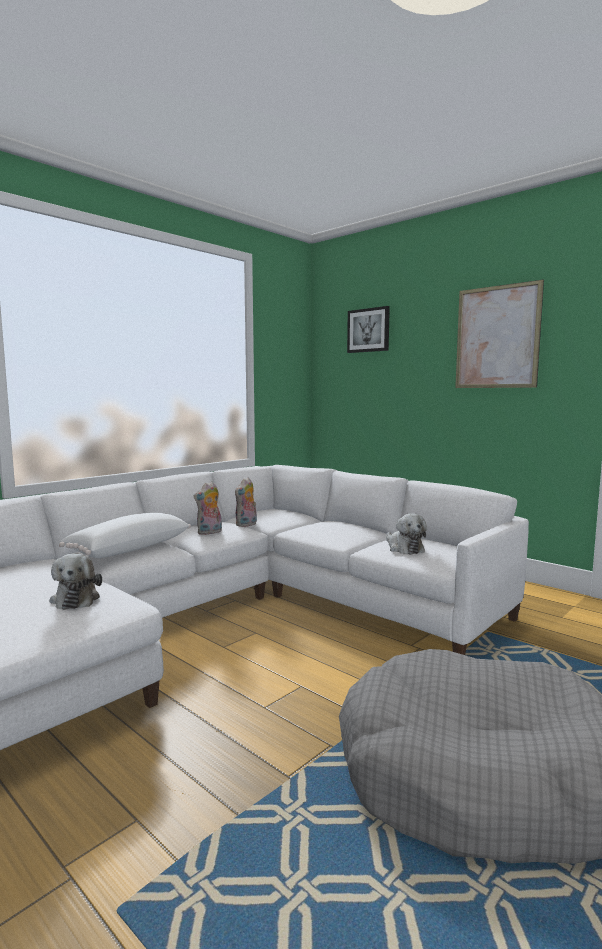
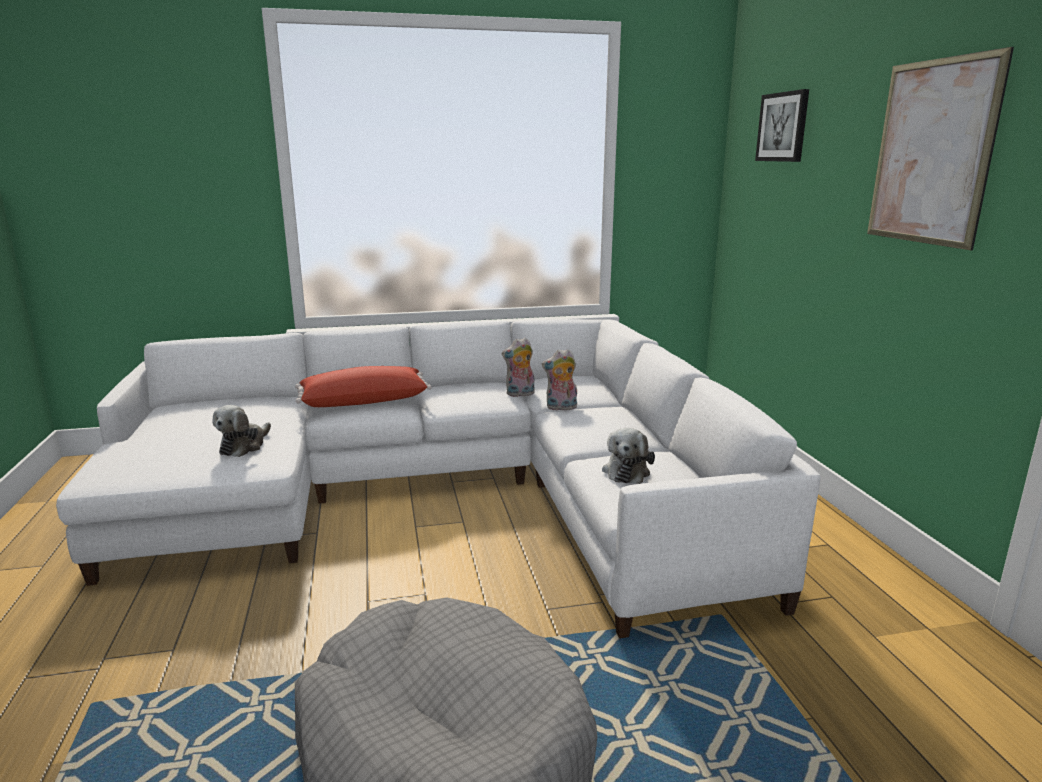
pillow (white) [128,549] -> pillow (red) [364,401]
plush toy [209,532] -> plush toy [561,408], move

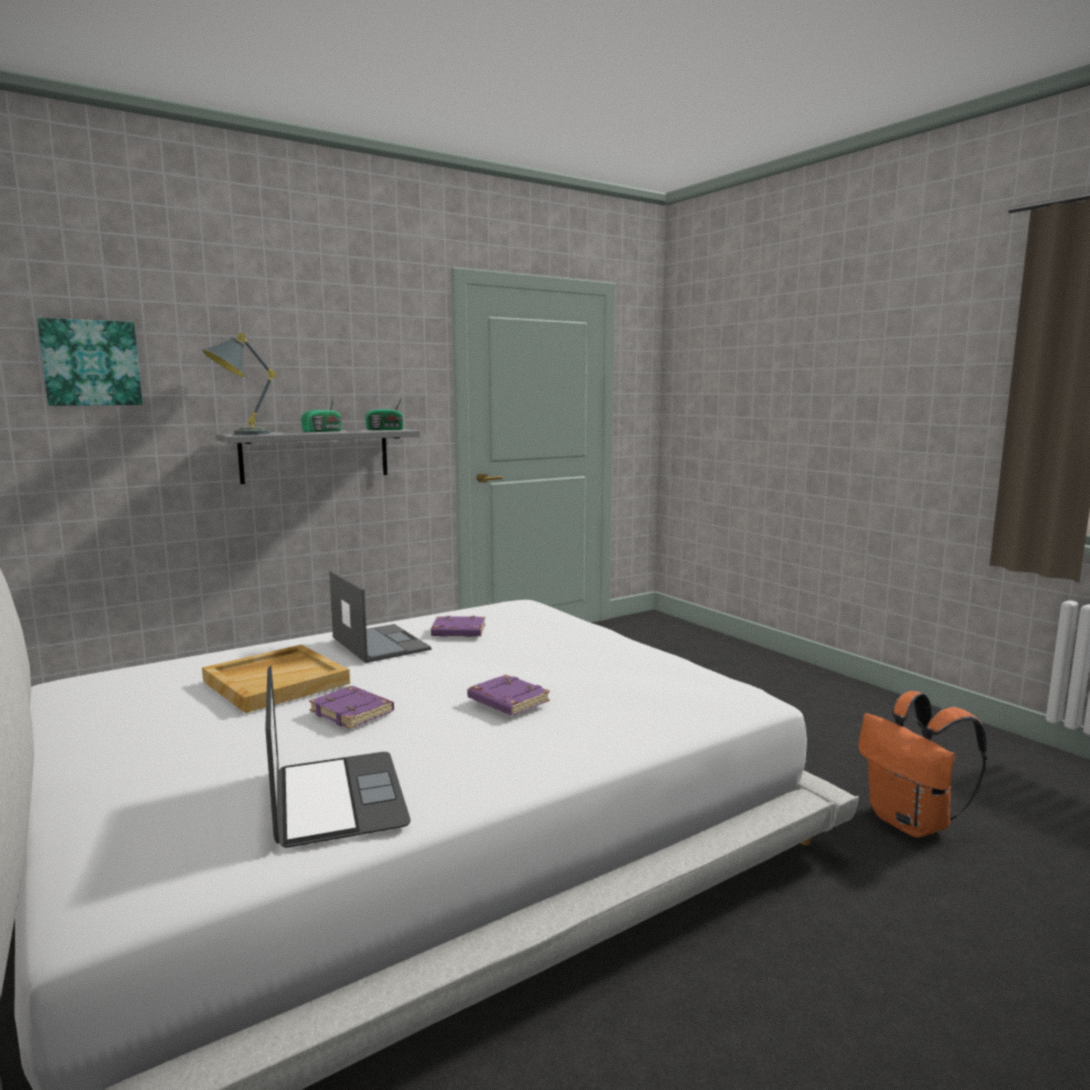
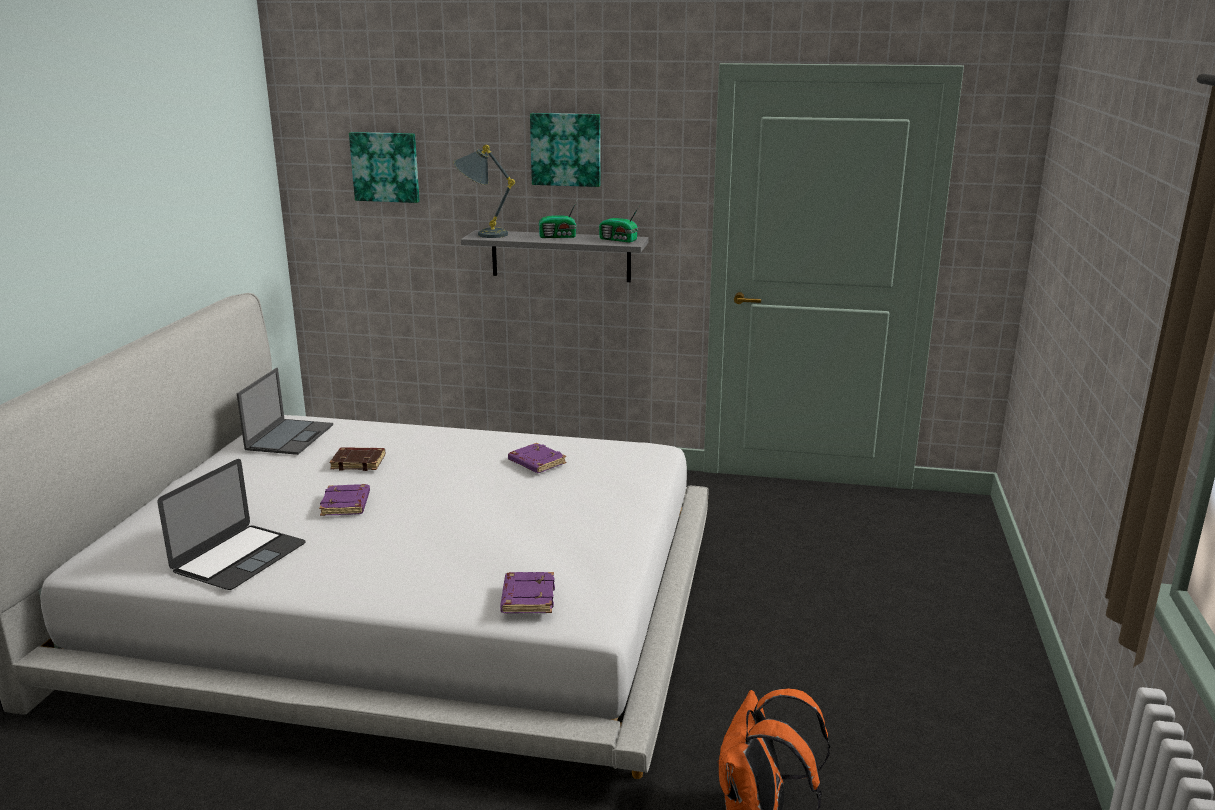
laptop [379,643] -> laptop [290,437], move
tray (beige) [277,682] -> book (brown) [359,462]
book (purple) [507,701] -> book (purple) [527,597], move
none -> picture [566,149]

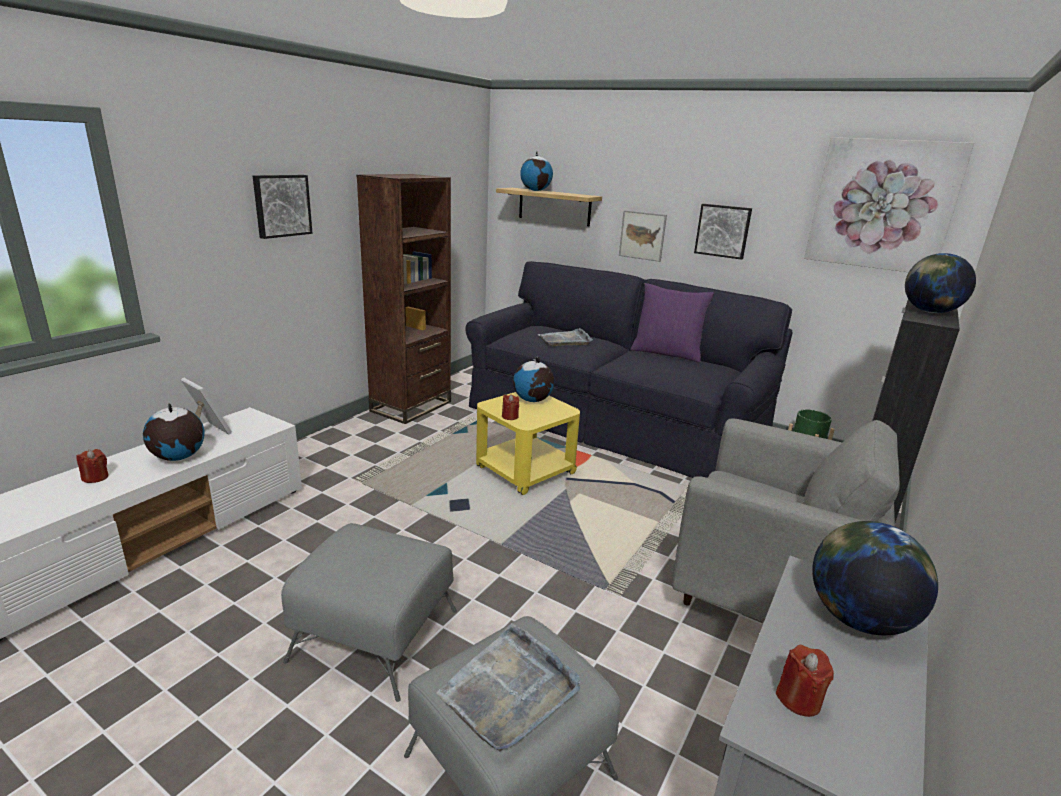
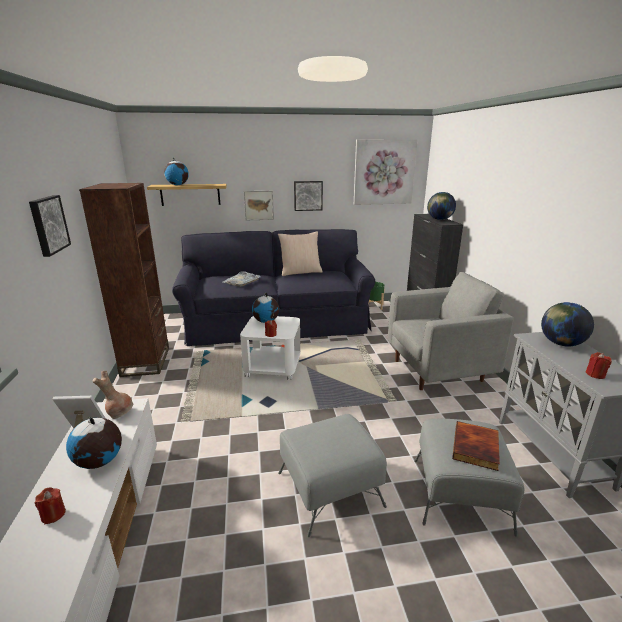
none -> vase (brown) [120,413]
side table (yellow) [524,470] -> side table (white) [273,367]
pillow (purple) [667,353] -> pillow (beige) [300,272]
tray (grey) [509,690] -> book [476,448]

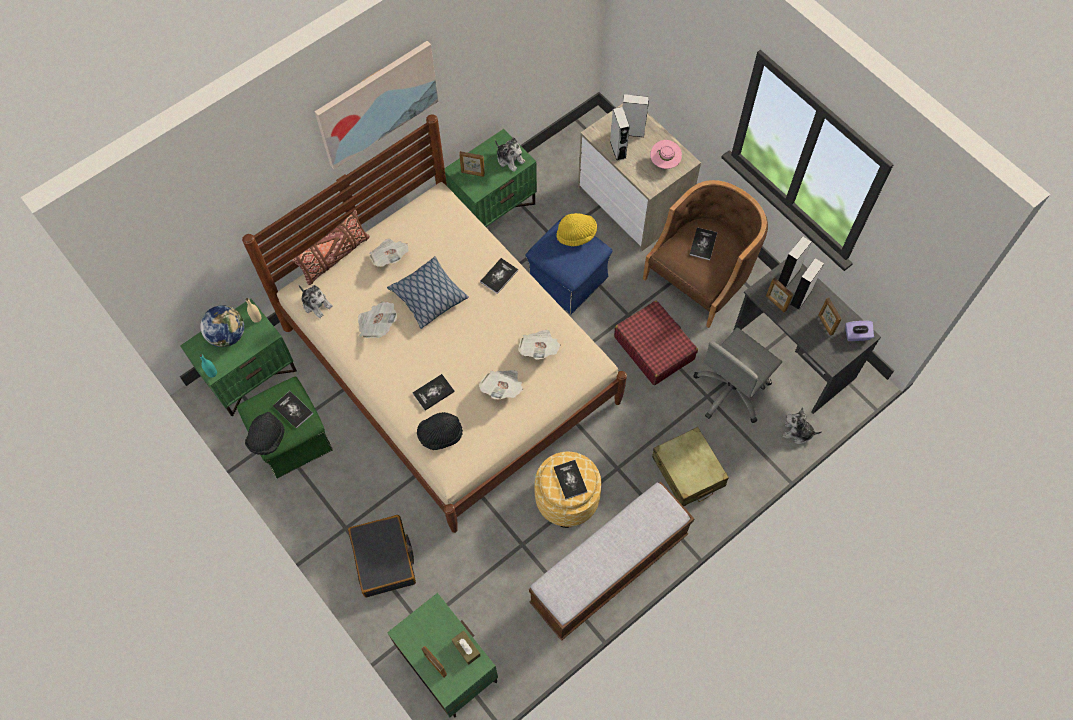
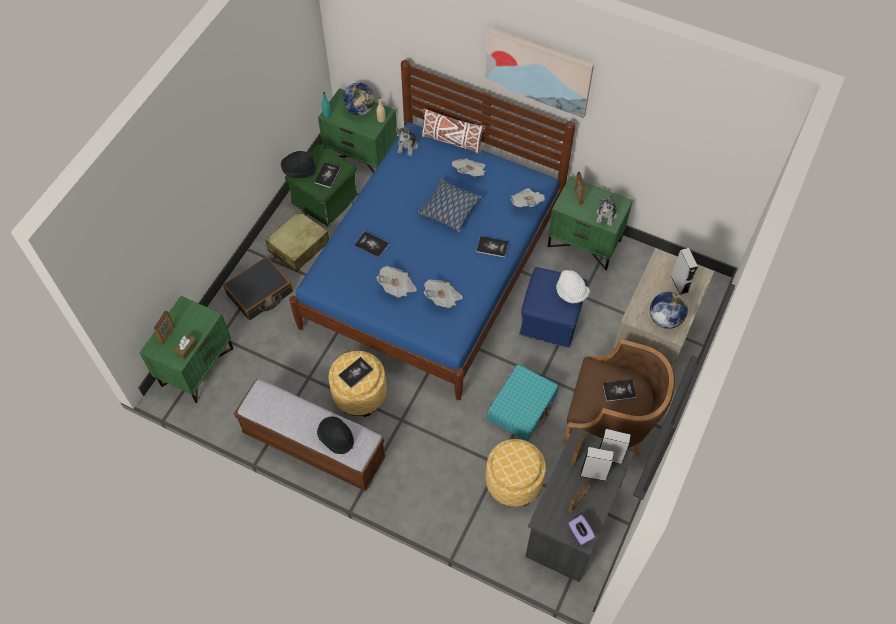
suitcase (beige) [688,471] -> suitcase (beige) [298,247], move
bed (beige) [450,364] -> bed (blue) [432,270]
hat (black) [440,435] -> hat (black) [336,438], move
pillow (brown) [335,257] -> pillow (white) [452,141]
office chair (grey) [732,390] -> ottoman [513,482]
suitcase (red) [654,347] -> suitcase (turquoise) [522,407]
newspaper [377,325] -> newspaper [526,203], move
hat (yellow) [576,234] -> hat (white) [571,293]
hat (pink) [664,162] -> globe [665,319]
speaker (grey) [617,149] -> none
plush toy [797,432] -> none

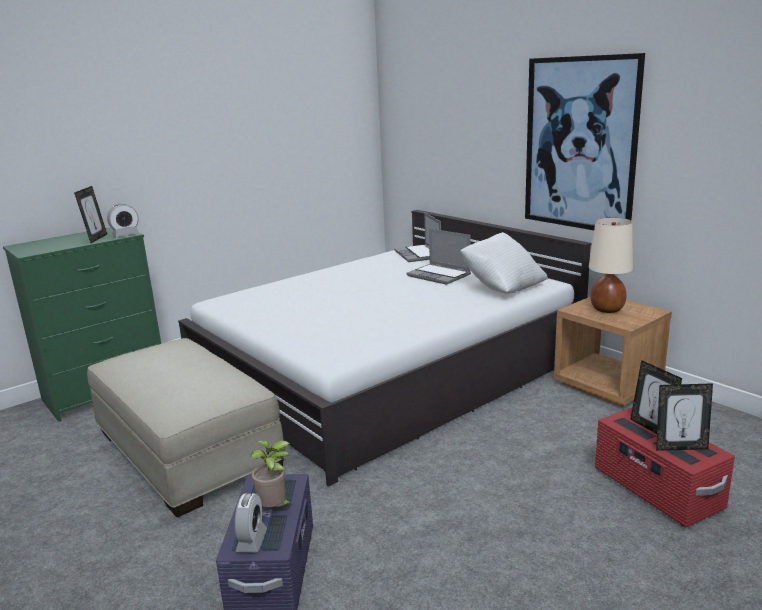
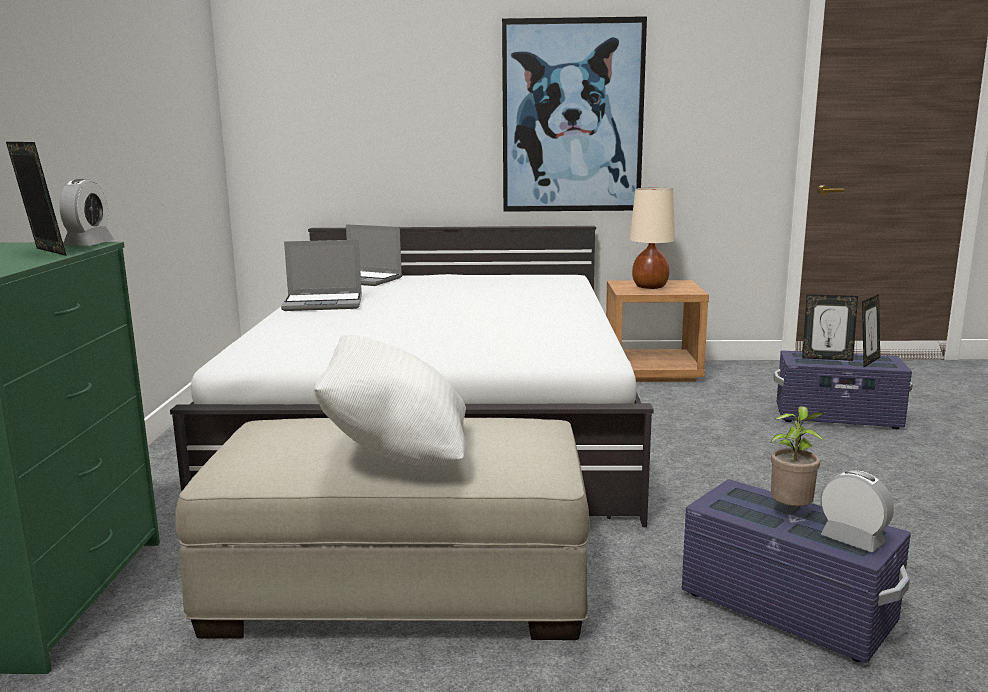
laptop [440,275] -> laptop [324,304], move
pillow (white) [502,287] -> pillow (white) [397,454], move
storage box (red) [656,489] -> storage box (purple) [837,417]

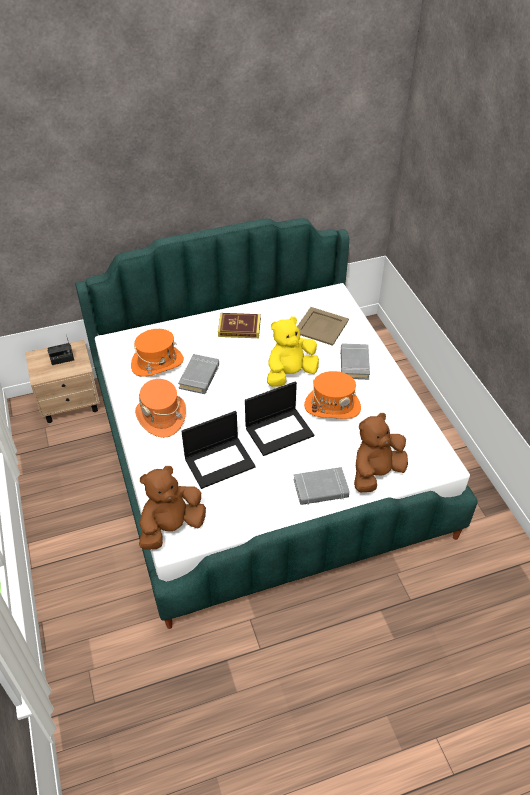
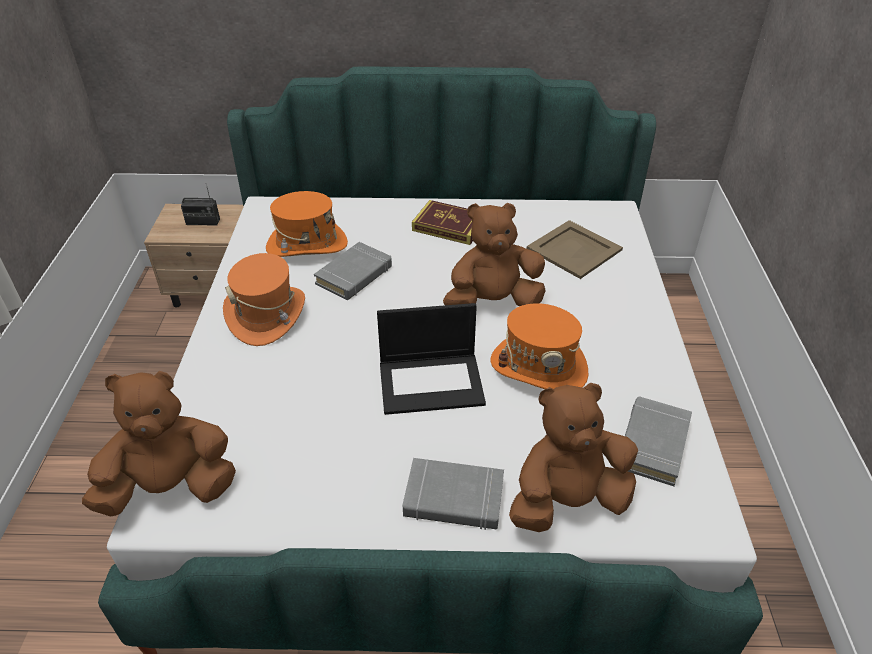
plush toy (yellow) [290,374] -> plush toy (brown) [493,303]
book (grey) [354,364] -> book (grey) [652,444], move
laptop [220,462] -> none

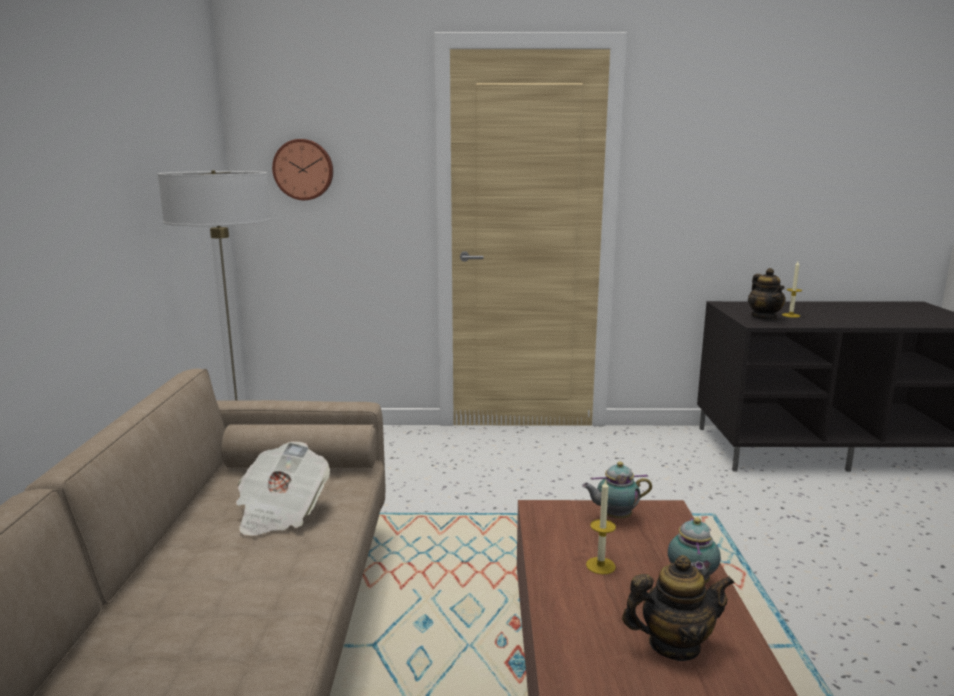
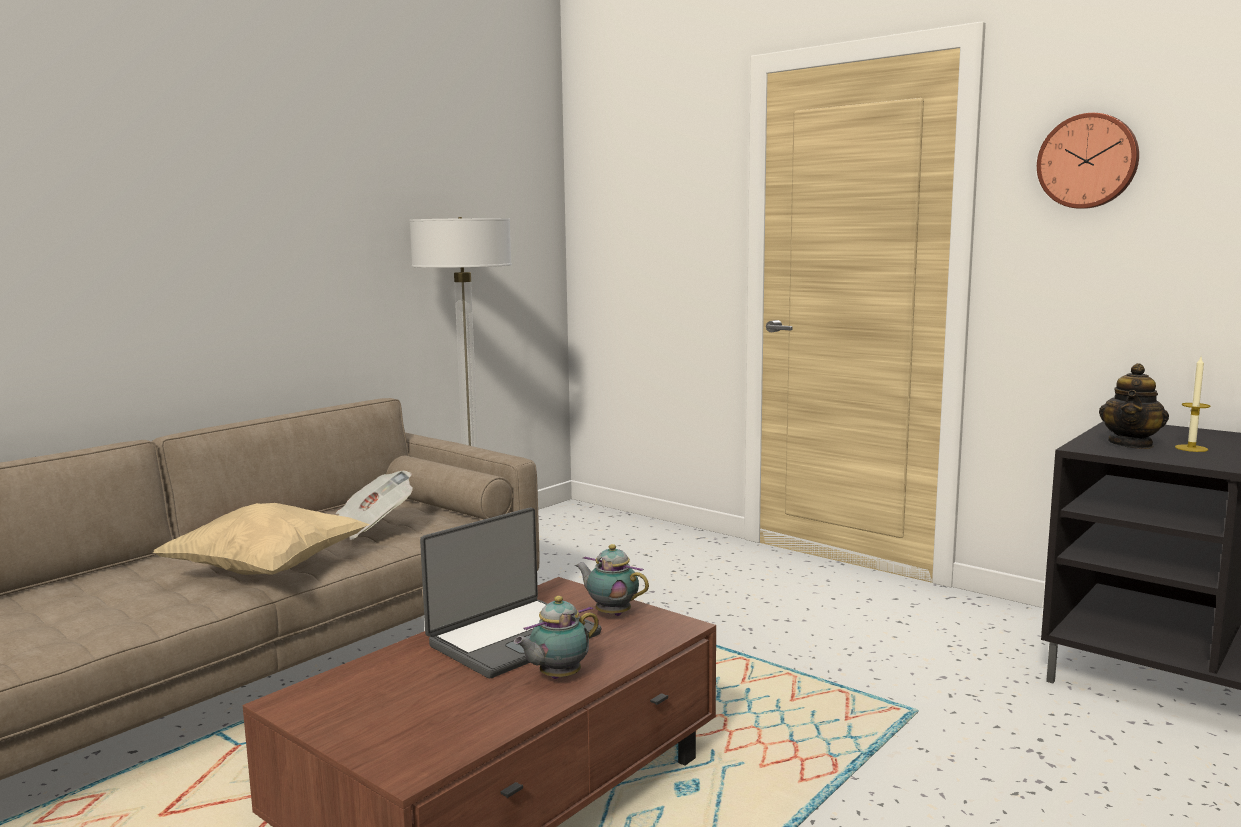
none -> pillow (beige) [268,571]
candle [600,565] -> laptop [512,638]
wall clock [303,169] -> wall clock [1088,161], move
teapot [674,645] -> none

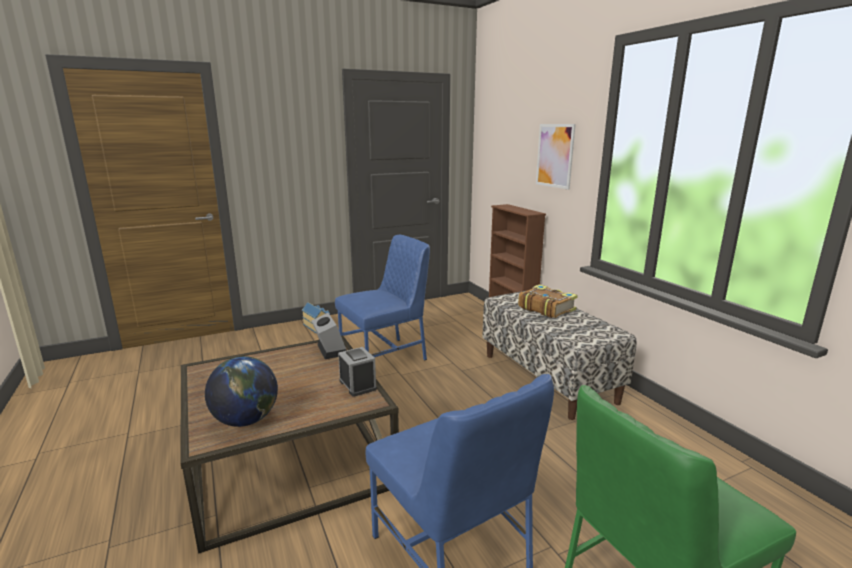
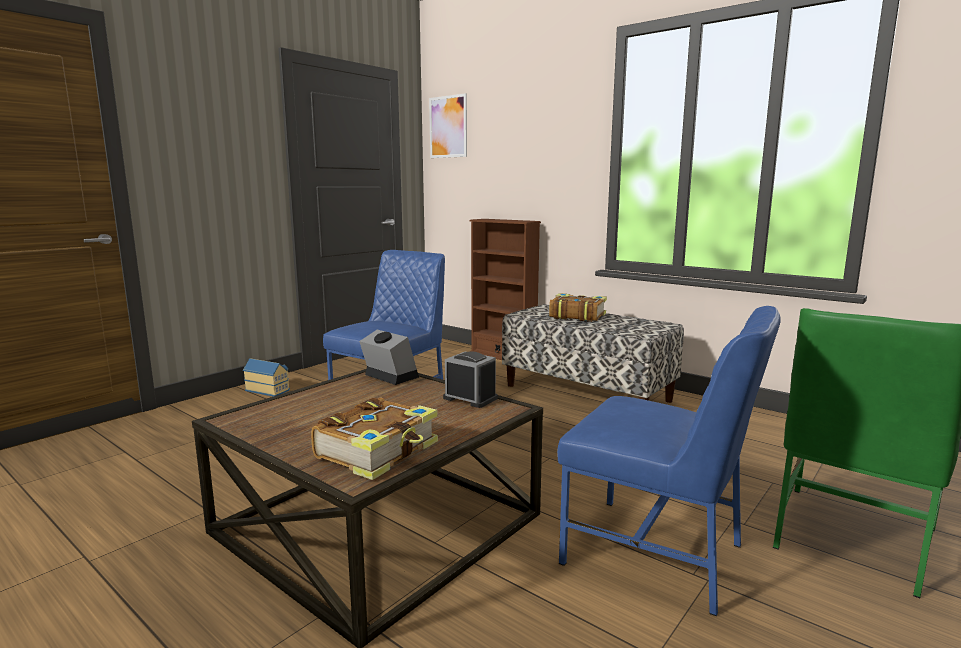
globe [246,420] -> book [379,451]
picture [555,155] -> picture [448,127], move

